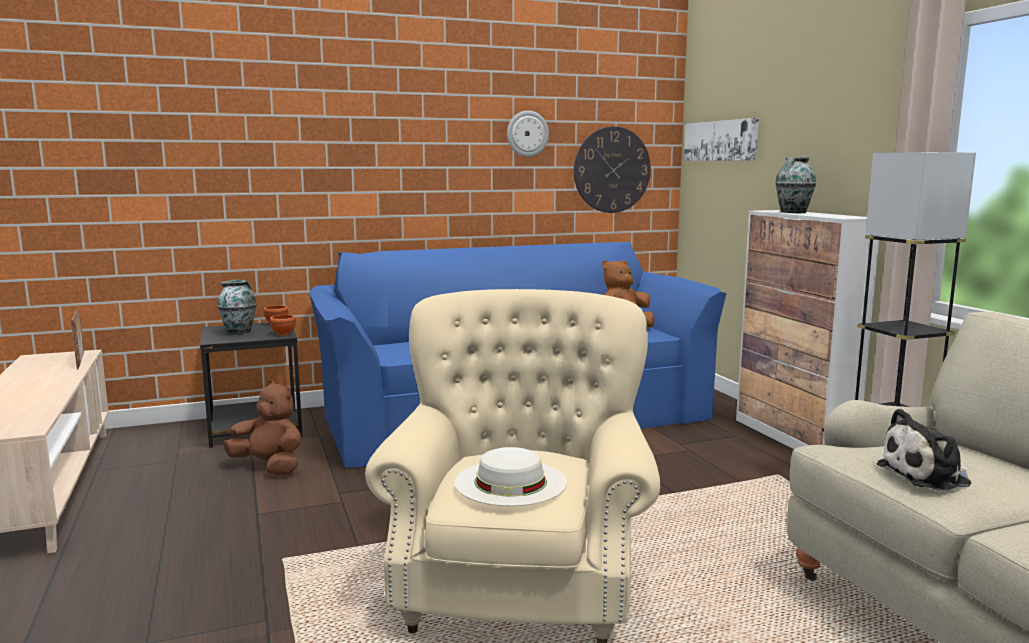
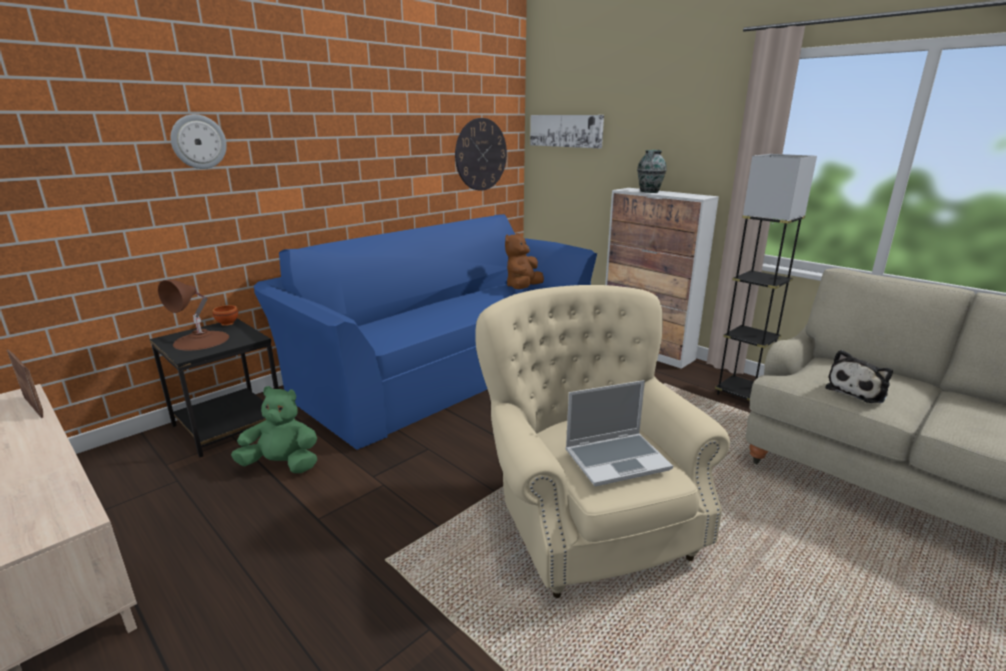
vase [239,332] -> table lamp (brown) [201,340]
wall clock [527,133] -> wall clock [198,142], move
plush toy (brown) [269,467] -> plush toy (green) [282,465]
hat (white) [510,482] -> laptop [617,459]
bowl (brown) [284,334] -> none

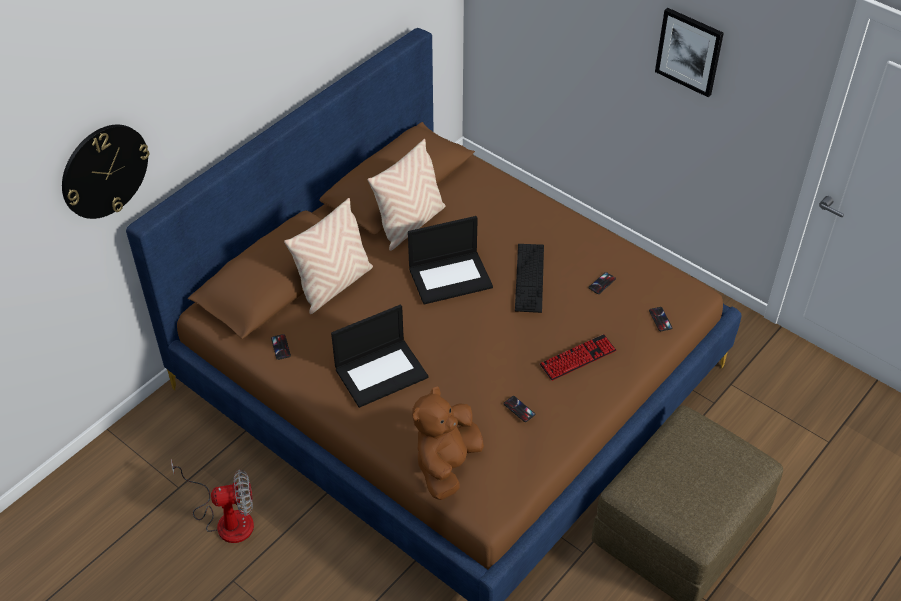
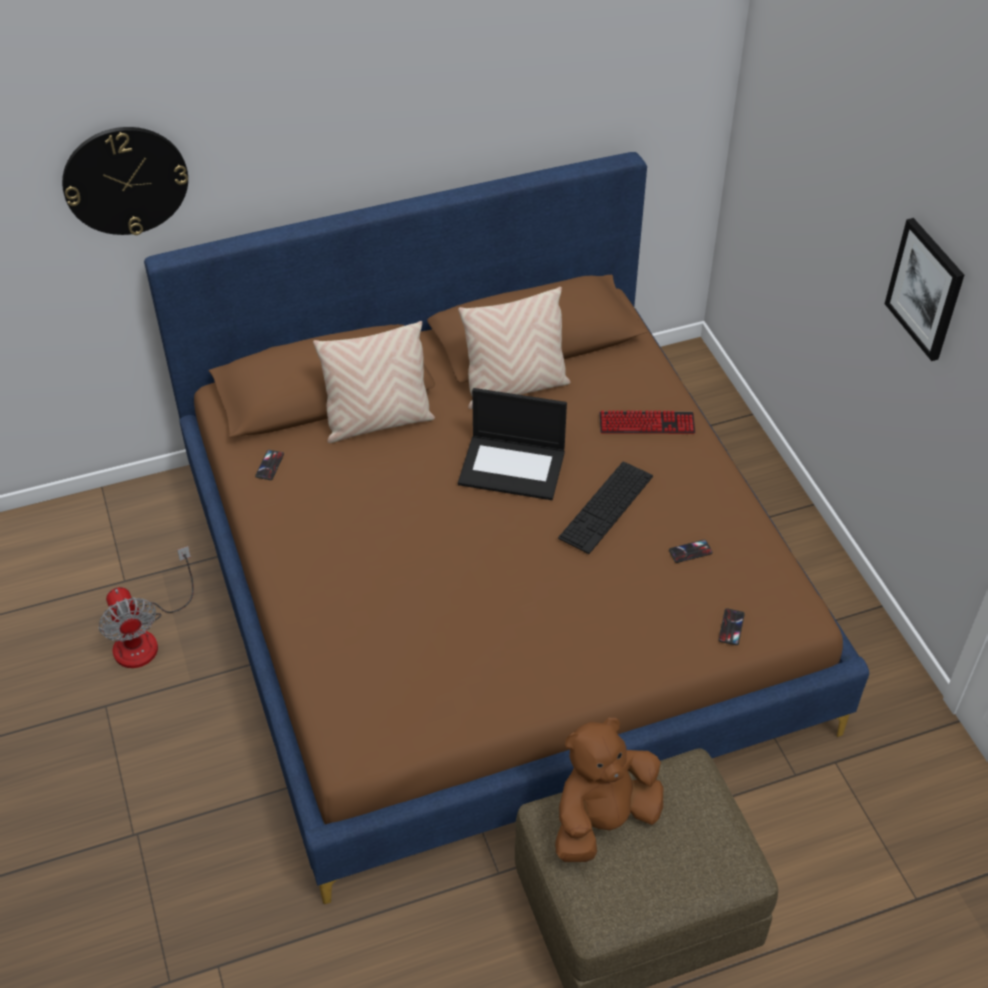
fan [226,519] -> fan [145,637], 45 degrees clockwise
plush toy (brown) [446,465] -> plush toy (brown) [603,820], move
keyboard [578,358] -> keyboard [646,424], move
laptop [381,372] -> none
phone [519,409] -> none

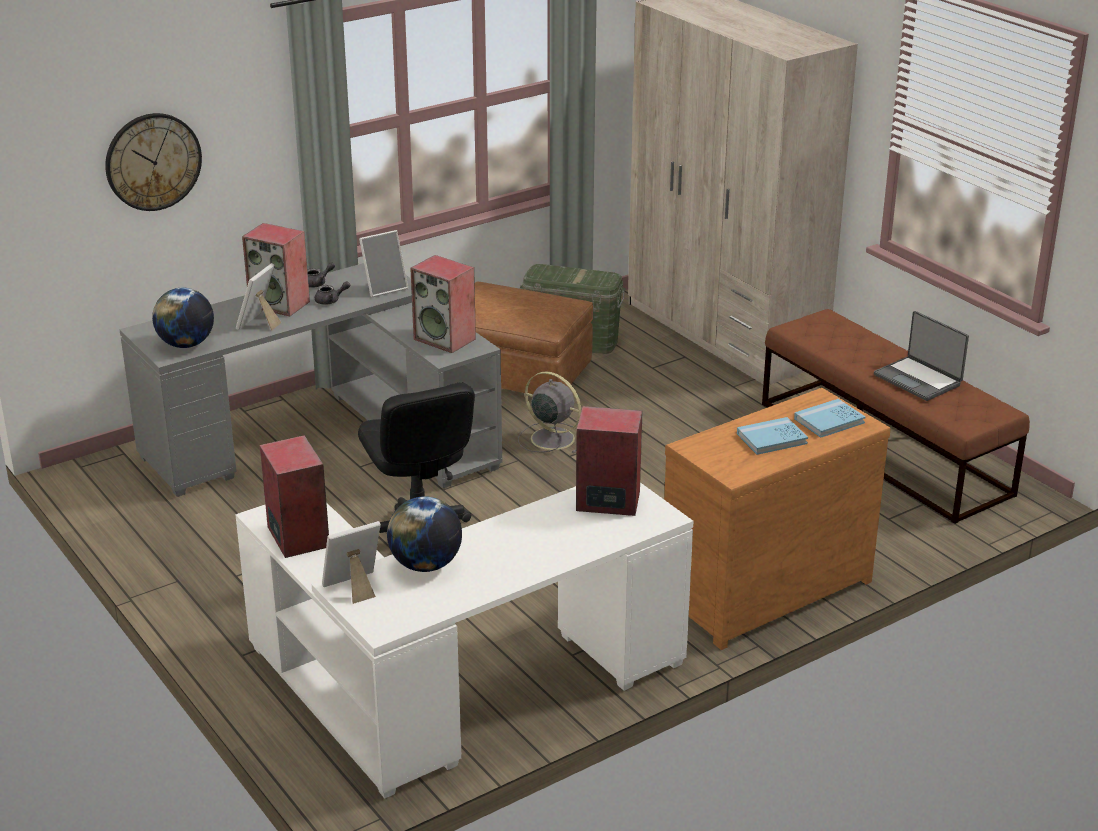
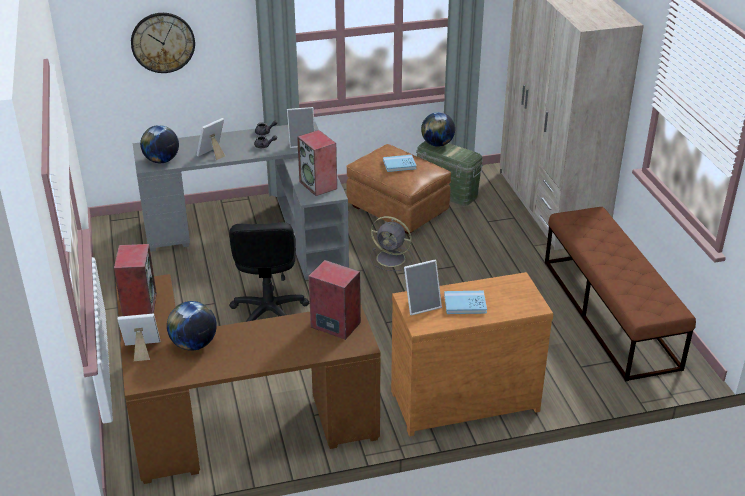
desk (white) [458,692] -> desk (brown) [230,423]
fan (grey) [550,438] -> fan (grey) [392,259], 150 degrees clockwise
book (blue) [829,421] -> book (blue) [399,164], move
none -> picture frame [421,305]
none -> globe [437,144]
speaker [280,304] -> none
laptop [918,379] -> none

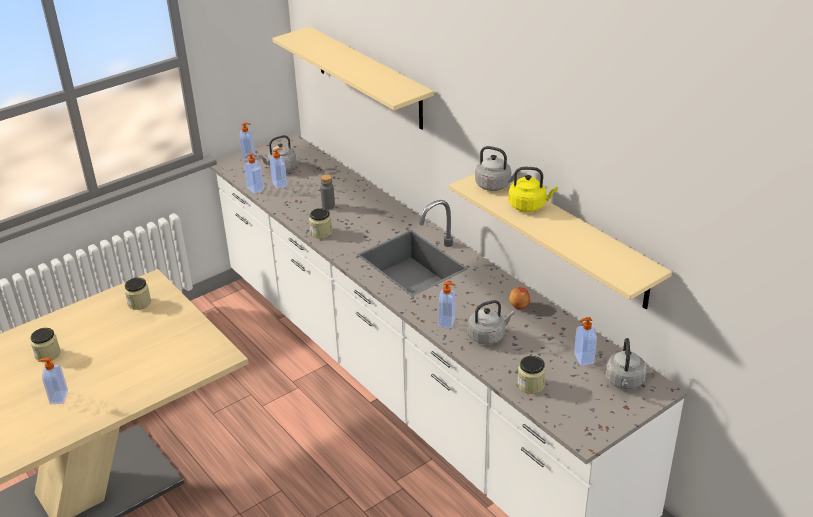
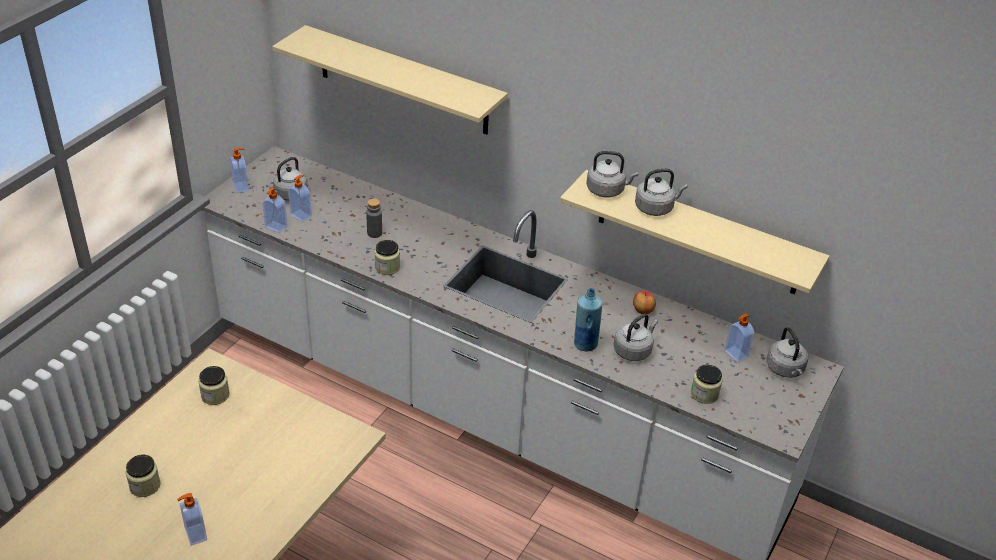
soap dispenser [447,322] -> bottle (blue) [585,344]
kettle (yellow) [529,206] -> kettle (grey) [656,208]

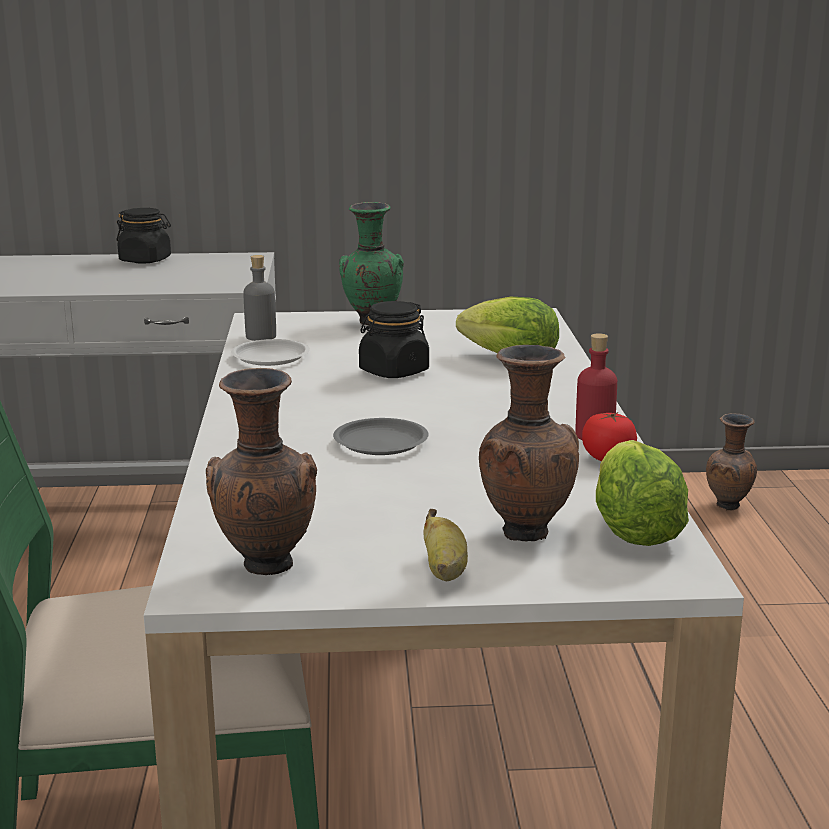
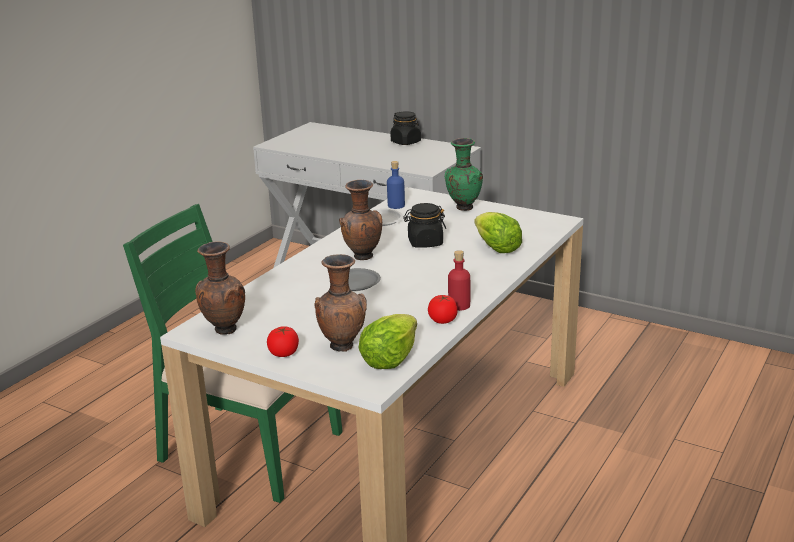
banana [444,571] -> tomato [284,353]
vase (brown) [728,507] -> vase (brown) [362,257], move
bottle (grey) [261,336] -> bottle (blue) [396,205]

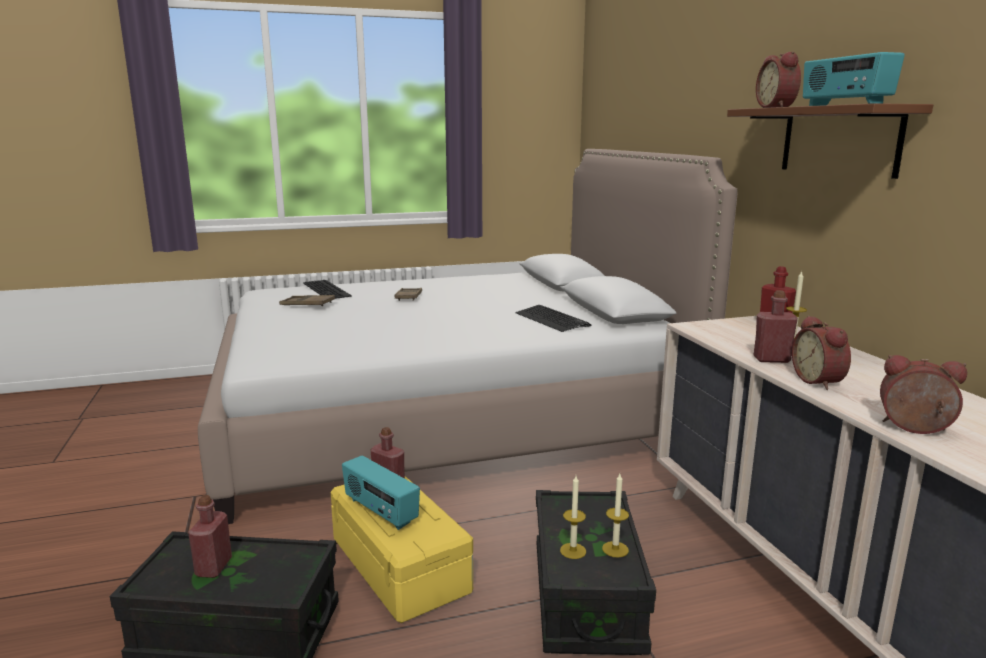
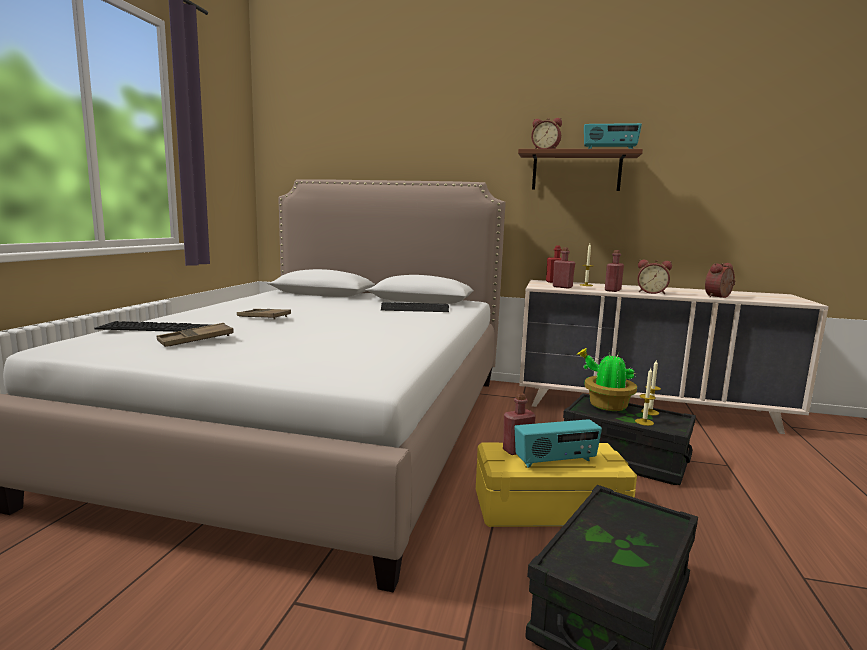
bottle (red) [214,567] -> bottle (red) [562,287], move
none -> potted plant [606,406]

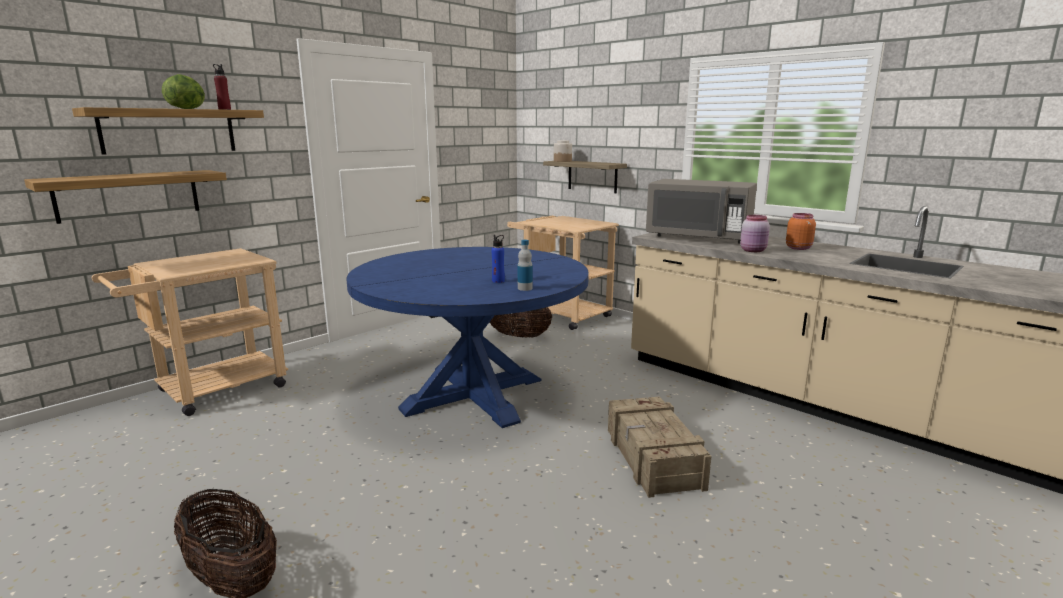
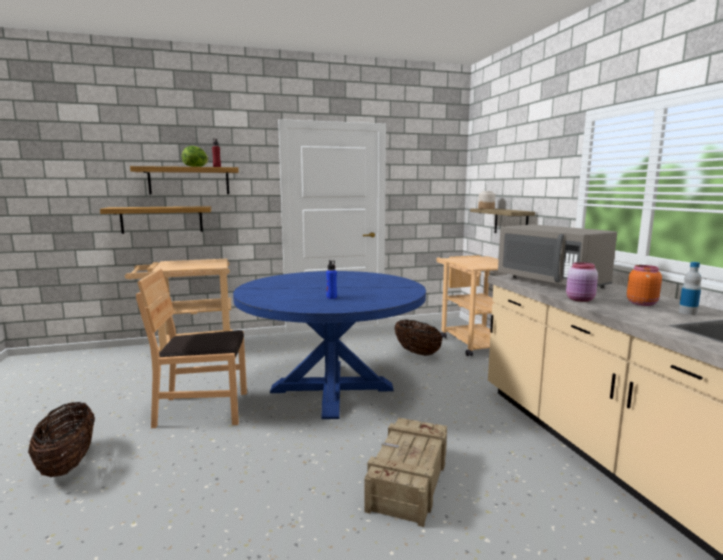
none -> chair (brown) [202,410]
bottle [525,288] -> bottle [687,312], move

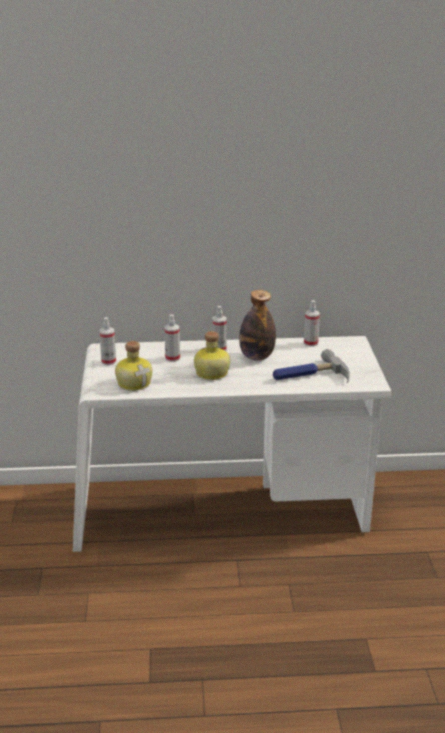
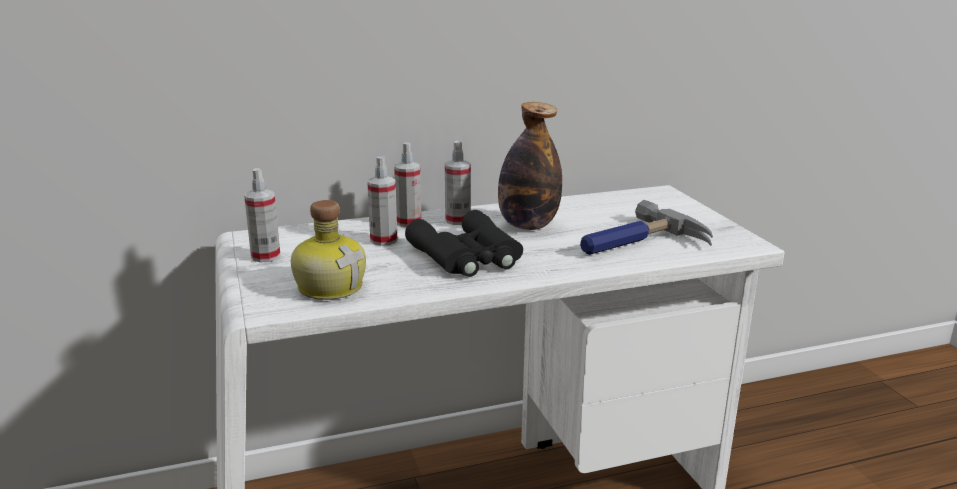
spray bottle [311,343] -> spray bottle [408,222], move
bottle [211,374] -> binoculars (black) [467,257]

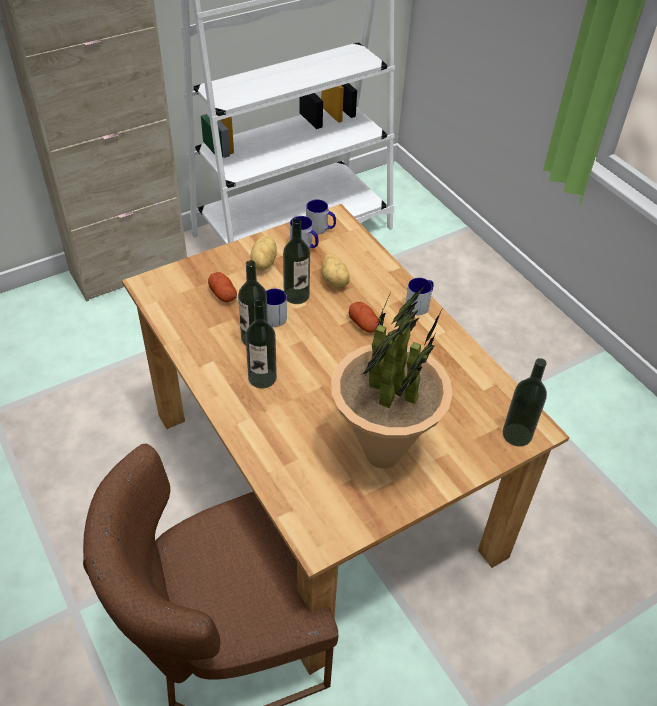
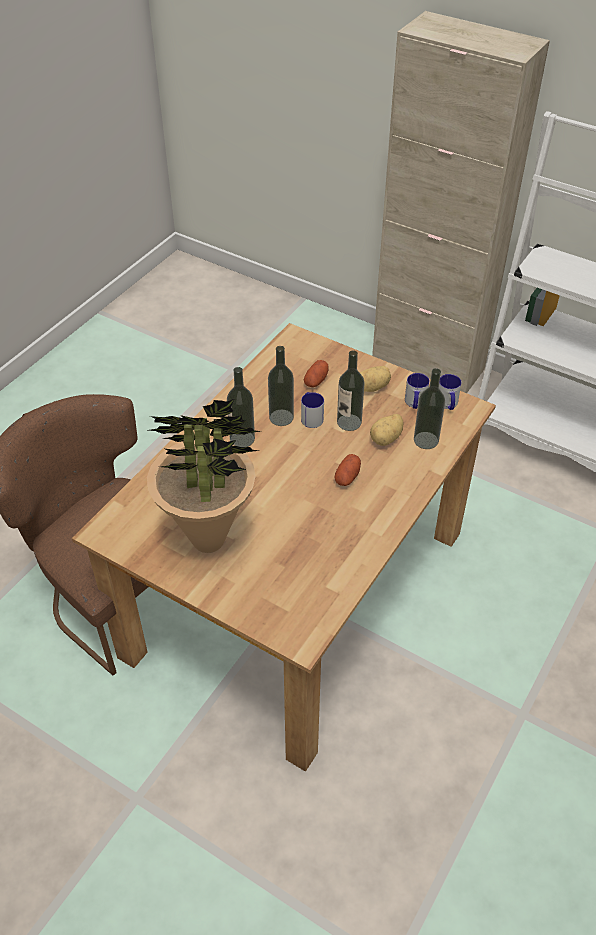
bottle [517,434] -> bottle [426,440], move
mug [420,304] -> none

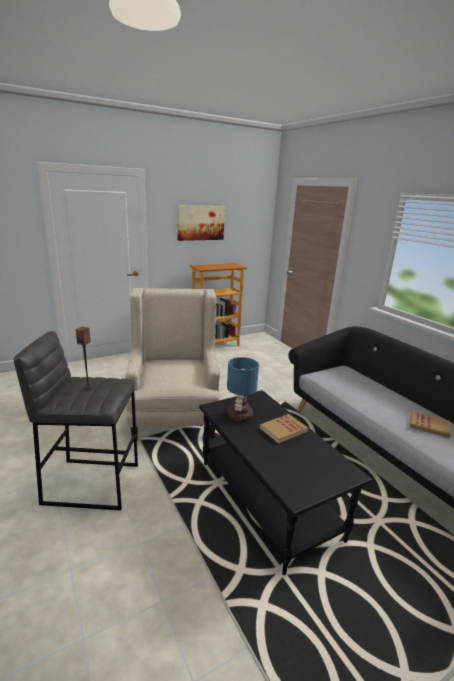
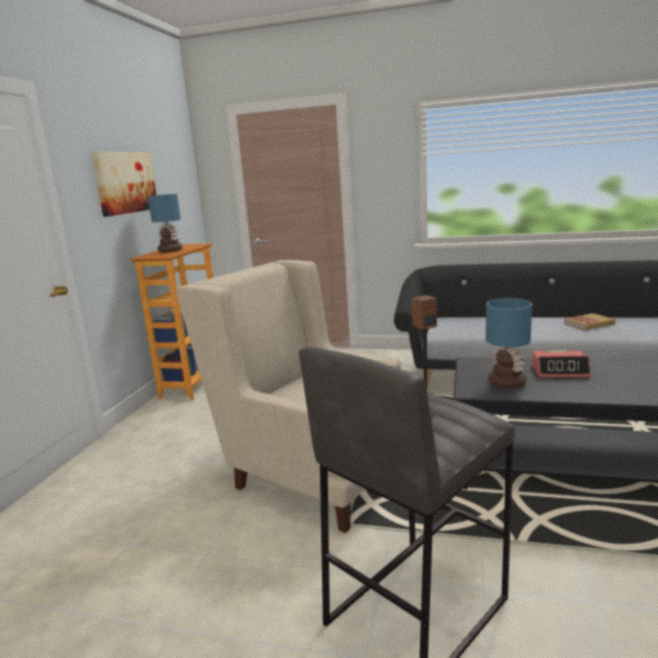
none -> table lamp [171,251]
book [283,430] -> alarm clock [560,371]

